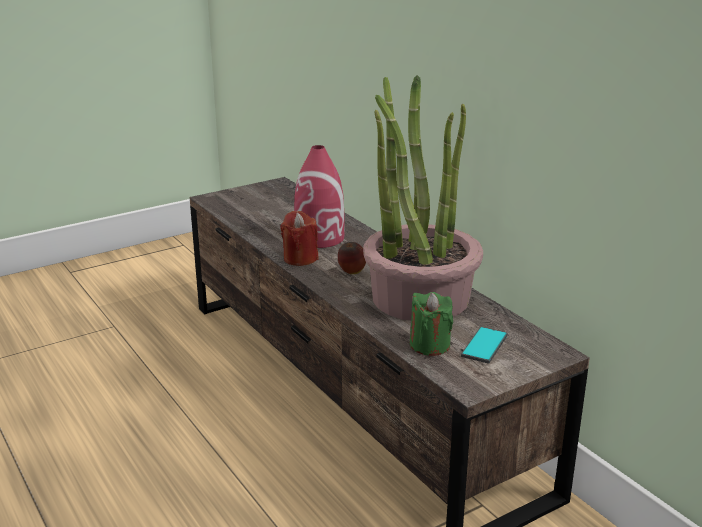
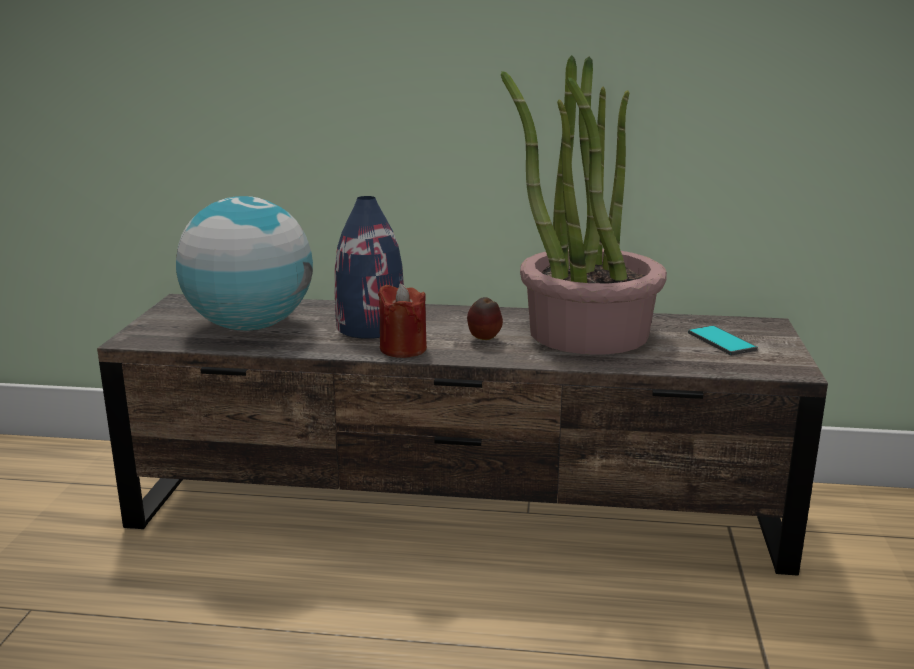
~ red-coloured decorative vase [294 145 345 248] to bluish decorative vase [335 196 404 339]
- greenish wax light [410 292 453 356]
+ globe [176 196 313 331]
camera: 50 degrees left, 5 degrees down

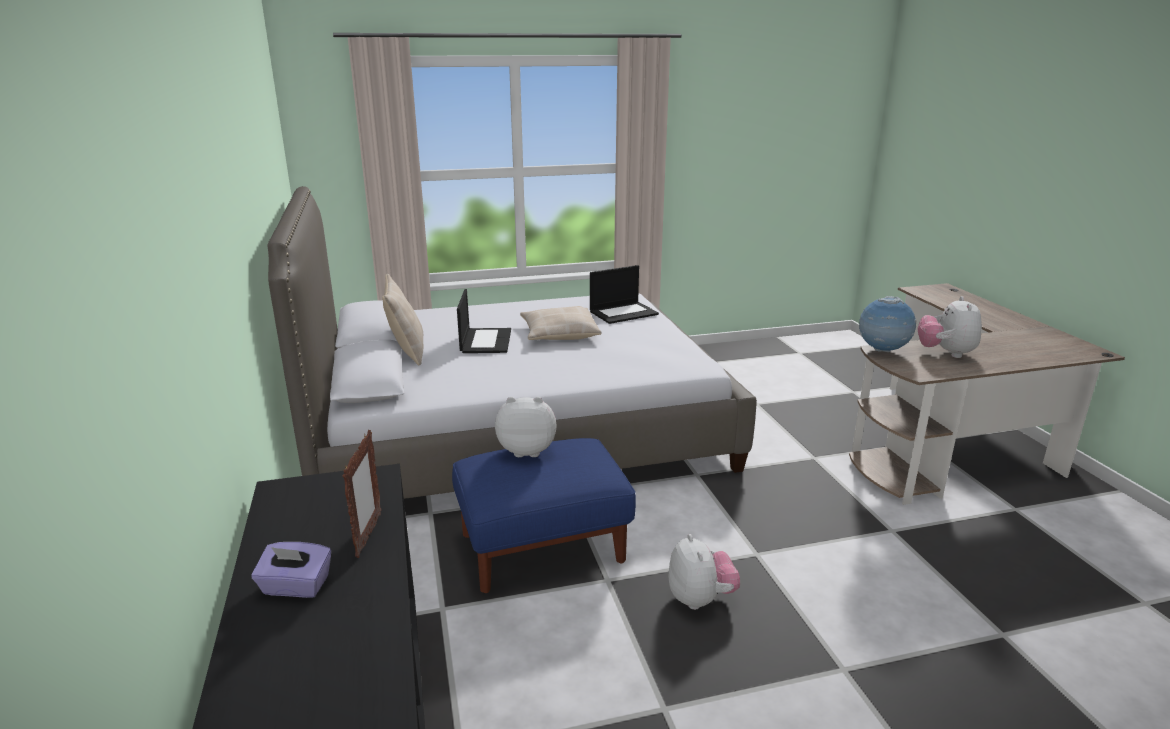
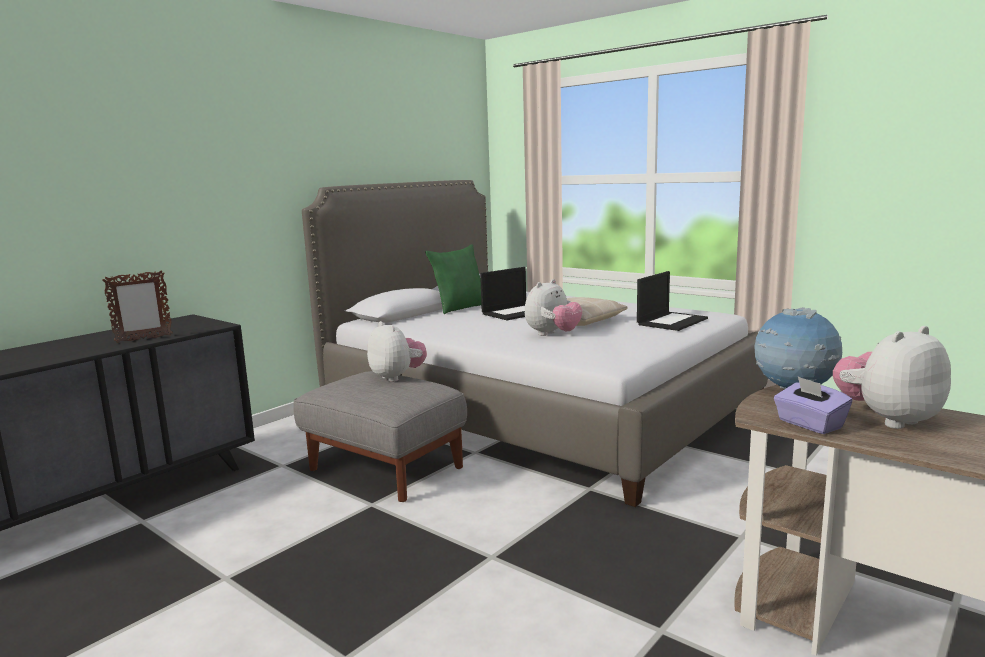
~ laptop [590 265 659 324] = [637 271 708 331] 75 degrees counterclockwise
~ sand-coloured throw pillow [382 274 423 366] to greenish throw pillow [425 244 481 314]
~ bluish ottoman [452 438 636 593] to greyish ottoman [293 371 467 502]
~ plush toy [669 534 740 610] to [525 279 583 336]
~ purplish box of tissues [251 542 331 598] to [774 376 853 434]
camera: 55 degrees right, 10 degrees down

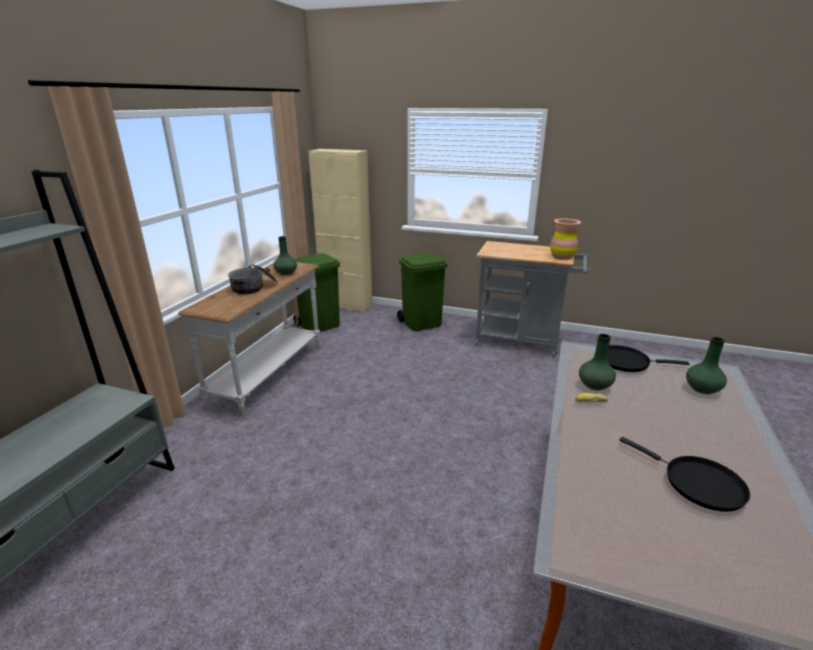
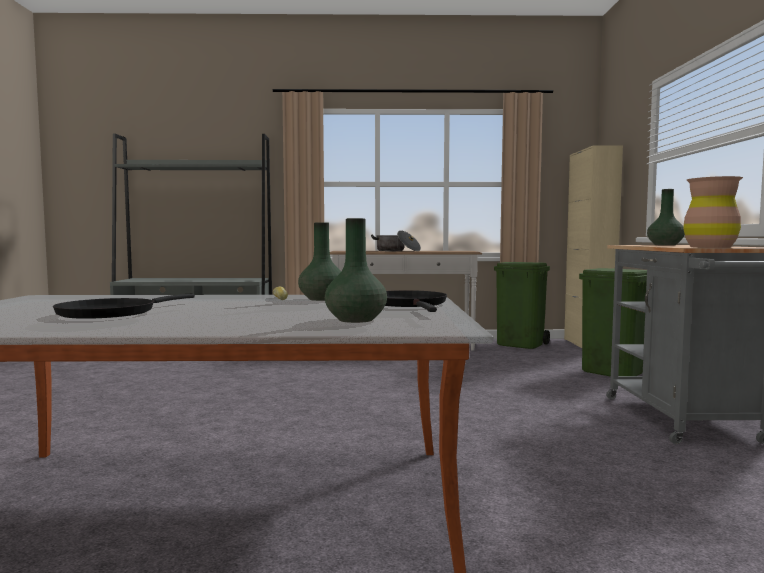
~ greenish decorative vase [274 236 297 275] to [647 189 685 245]
camera: 70 degrees right, 20 degrees down

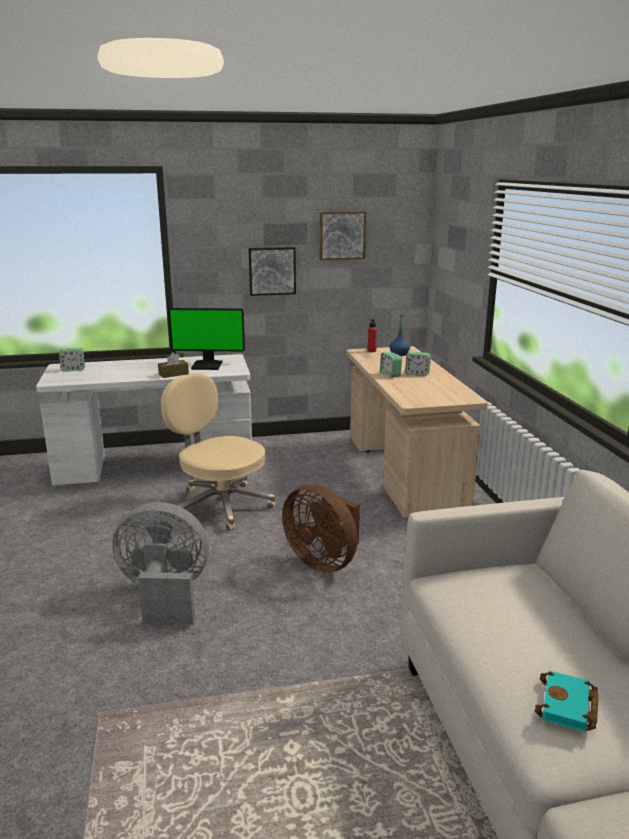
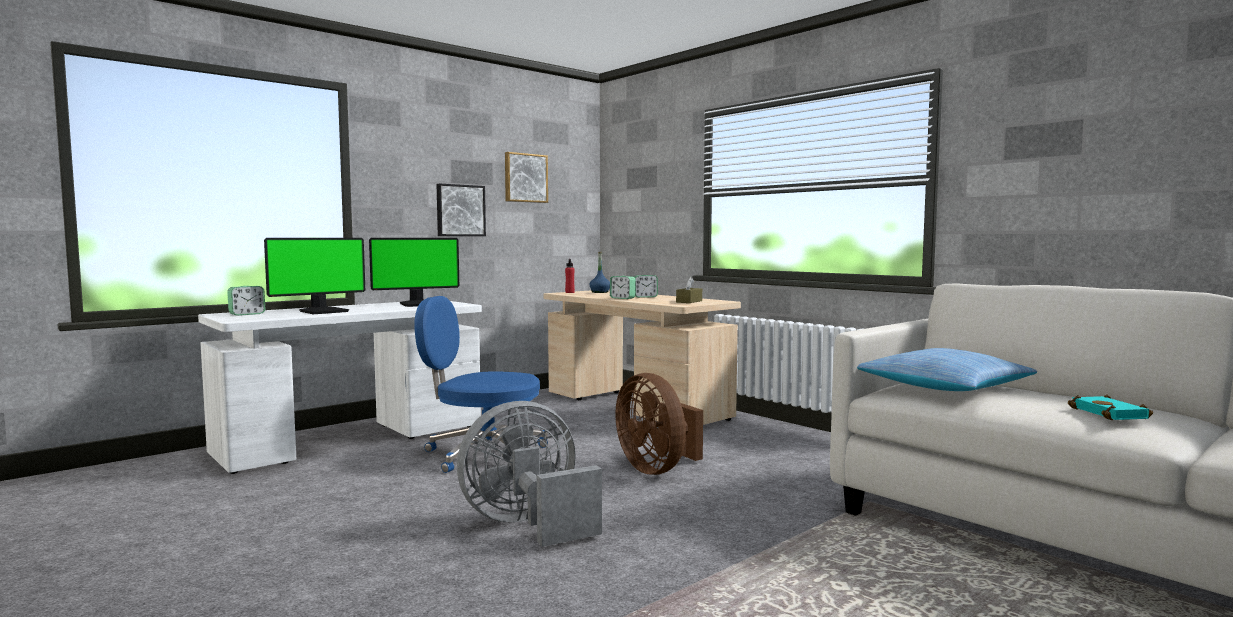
~ brownish box of tissues [158 352 189 378] to [676 277 702 303]
~ sand-coloured desk chair [161 373 275 531] to bluish desk chair [414 296 548 473]
~ brownish cooling fan [282 484 360 573] = [615 373 703 475] 45 degrees clockwise
+ monitor [264 238 365 314]
+ throw pillow [857 348 1037 391]
camera: 30 degrees left, 15 degrees down

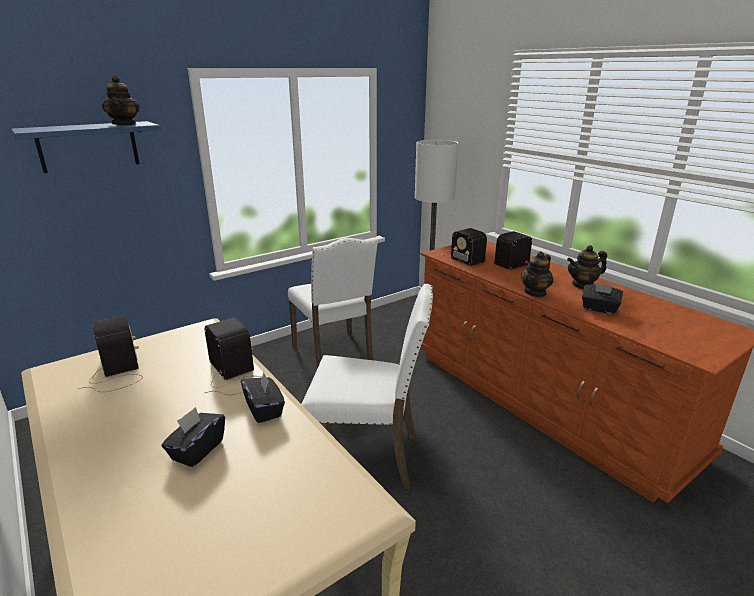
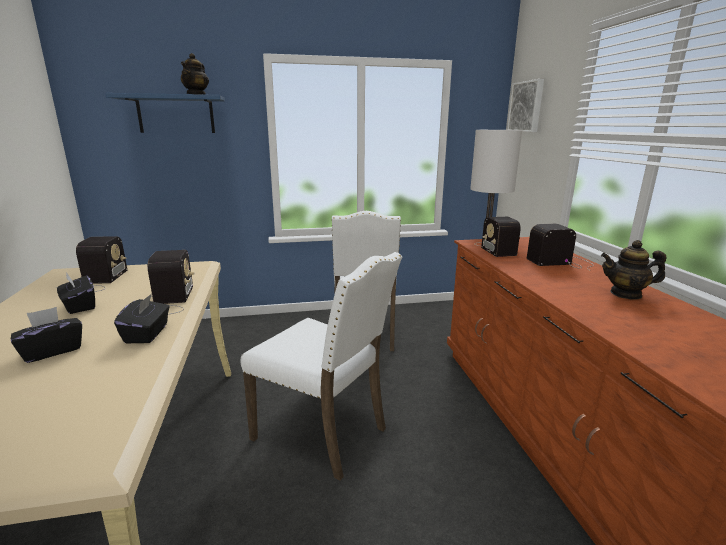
- tea pot [521 251 554 297]
~ blackish box of tissues [582 283 623 314] to [57 272 95 314]
+ picture [507 79 544 132]
camera: 25 degrees right, 5 degrees down

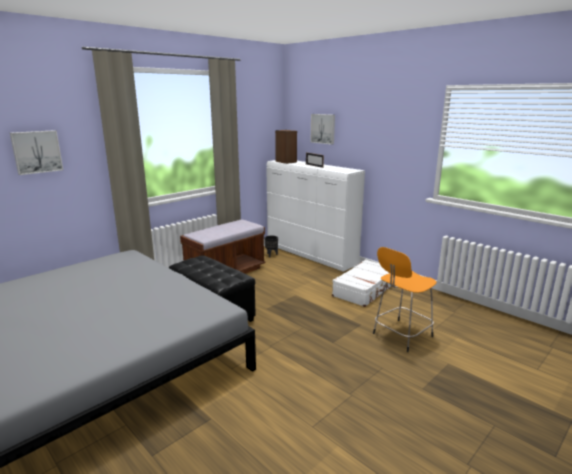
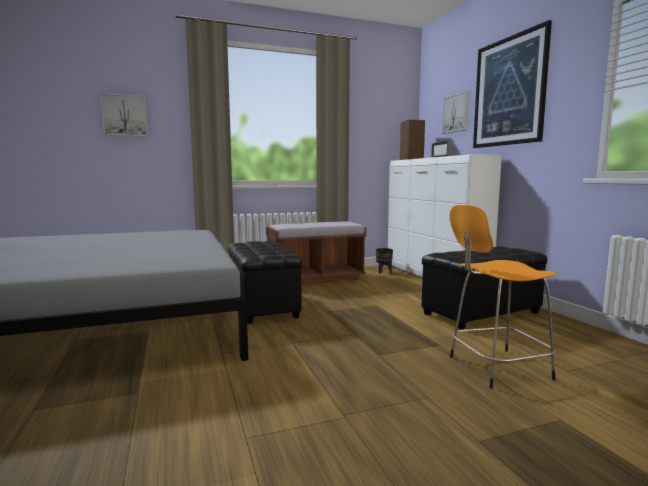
~ white-coloured piece of luggage [332 259 391 307] to blackish ottoman [422 246 547 330]
+ picture [473 20 552 148]
camera: 25 degrees right, 10 degrees down

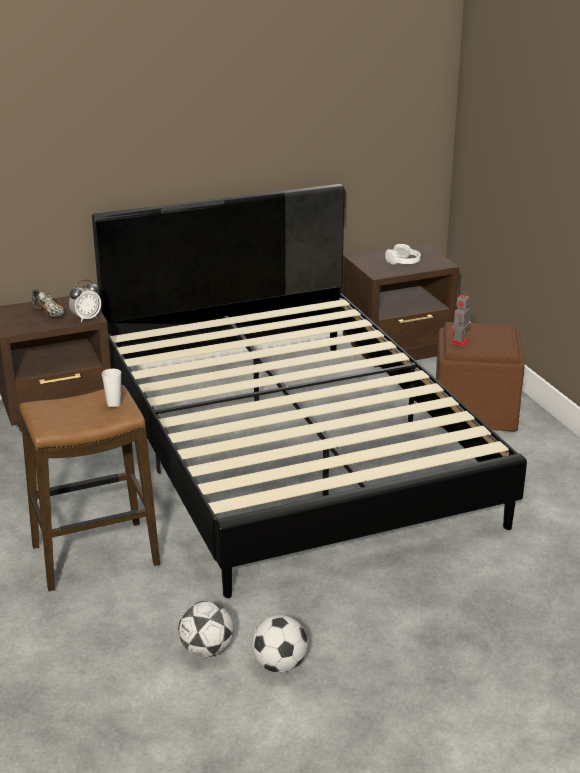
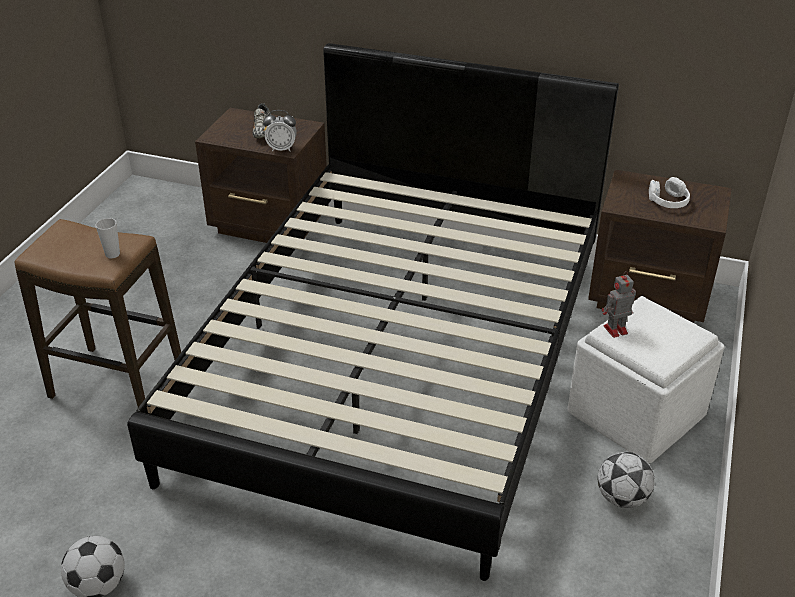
~ brownish ottoman [436 322 525 432] to white-coloured ottoman [568 296 725 463]
~ ball for football [178 601 234 657] to [598 452 655 508]
camera: 40 degrees right, 10 degrees up

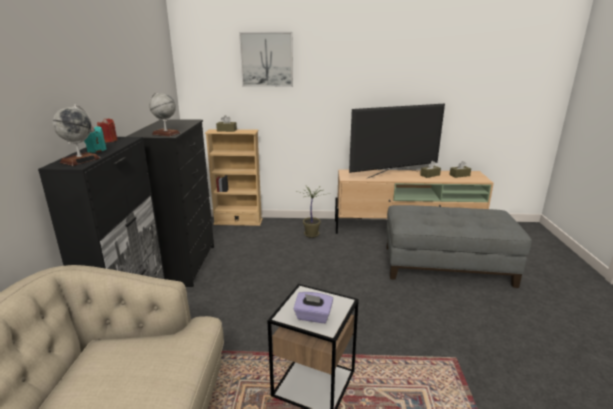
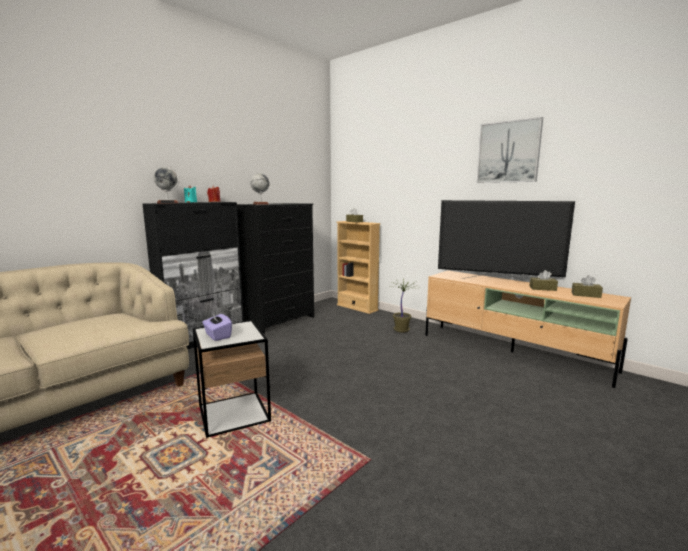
~ picture [239 32 293 87] to [477 117 543 183]
- greyish ottoman [386 205 532 288]
camera: 40 degrees right, 10 degrees down

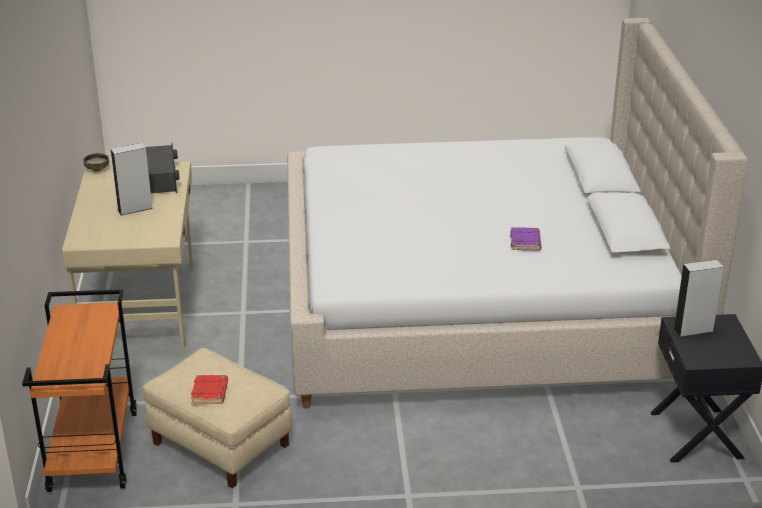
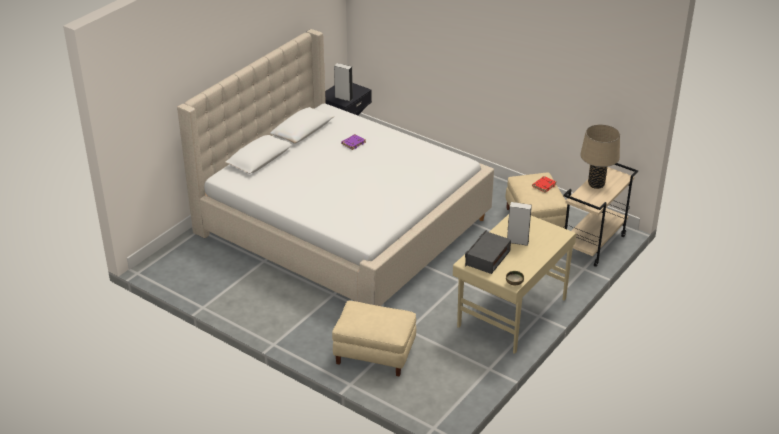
~ orange wheeled cart [22 289 137 492] to sand-coloured wheeled cart [563 163 638 267]
+ sand-coloured lamp for a table [580 124 620 189]
+ sand-coloured ottoman [332 301 416 377]
camera: 140 degrees left, 5 degrees up

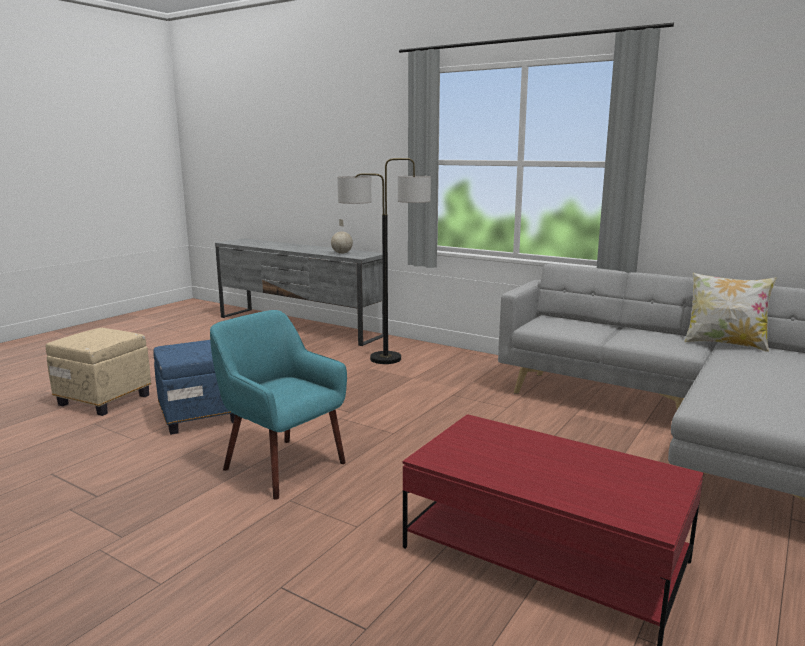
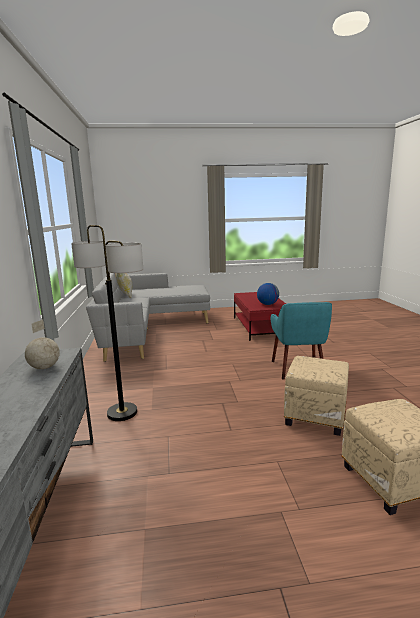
~ bluish ottoman [153 340 235 435] to sand-coloured ottoman [284 356 349 436]
+ globe [257 283 279 305]
camera: 130 degrees left, 0 degrees up

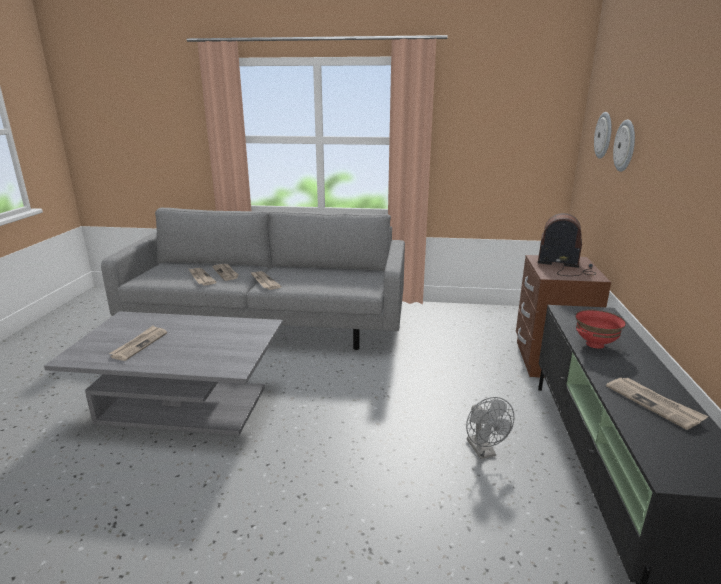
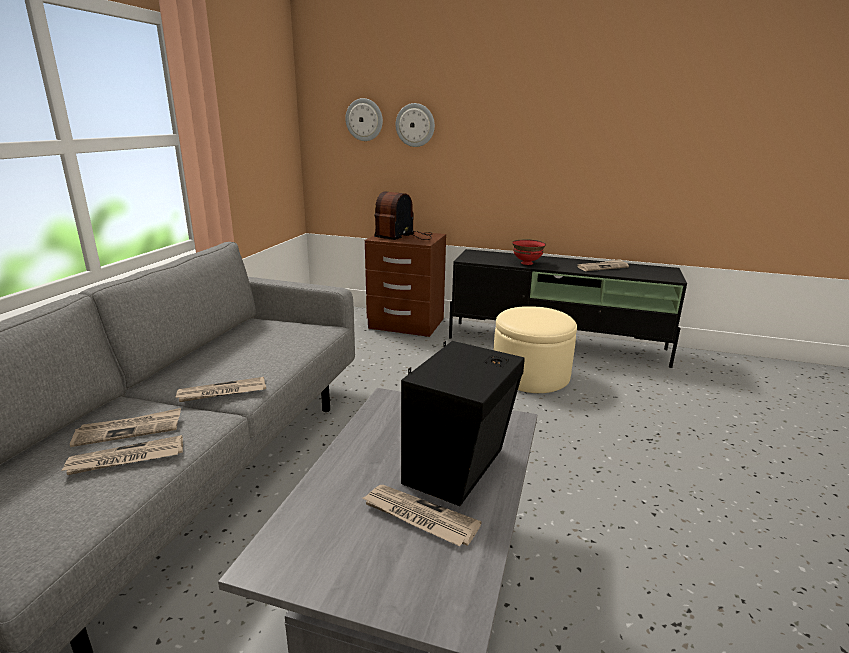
~ greyish cooling fan [466 397 514 459] to sand-coloured ottoman [494 306 577 393]
+ blackish loudspeaker [401 341 525 506]
camera: 80 degrees left, 0 degrees up

